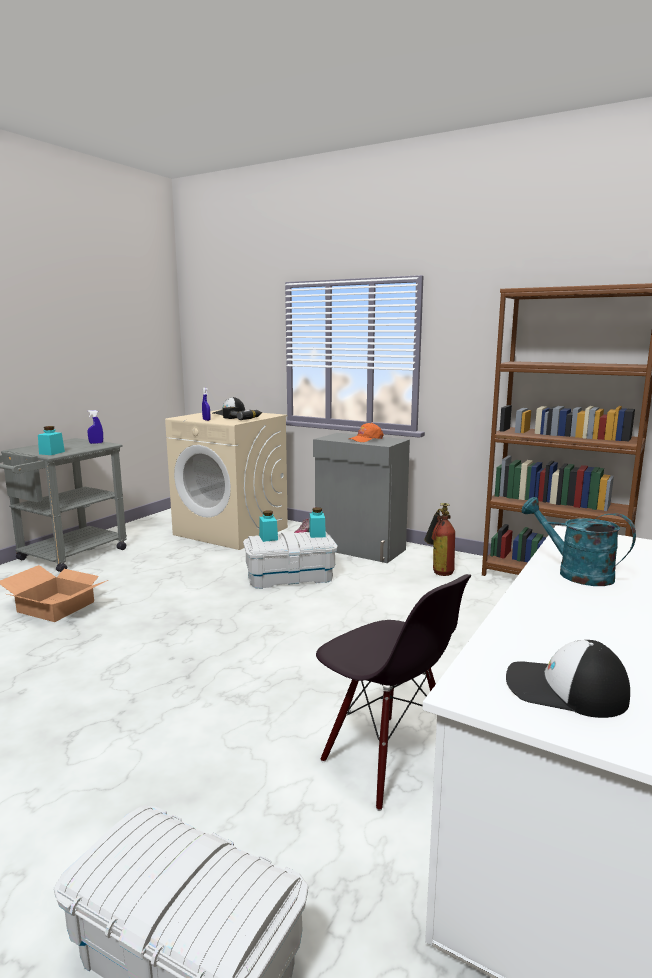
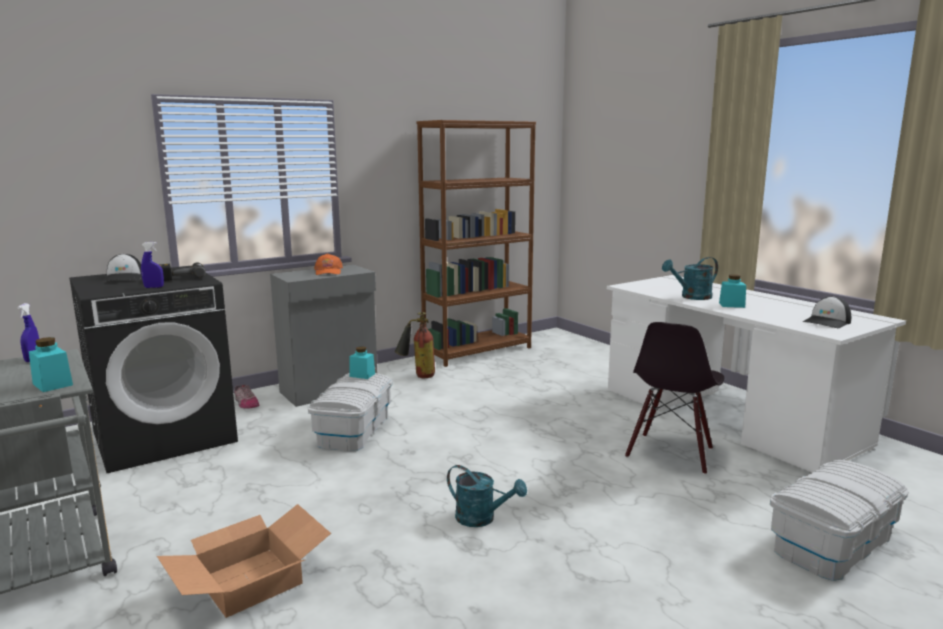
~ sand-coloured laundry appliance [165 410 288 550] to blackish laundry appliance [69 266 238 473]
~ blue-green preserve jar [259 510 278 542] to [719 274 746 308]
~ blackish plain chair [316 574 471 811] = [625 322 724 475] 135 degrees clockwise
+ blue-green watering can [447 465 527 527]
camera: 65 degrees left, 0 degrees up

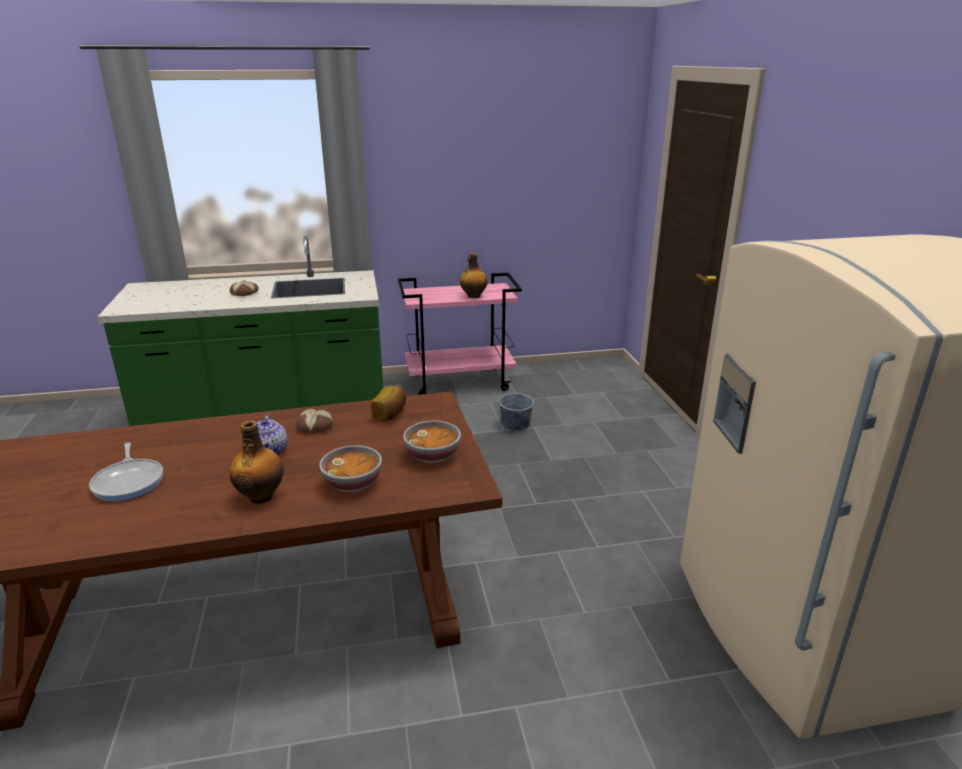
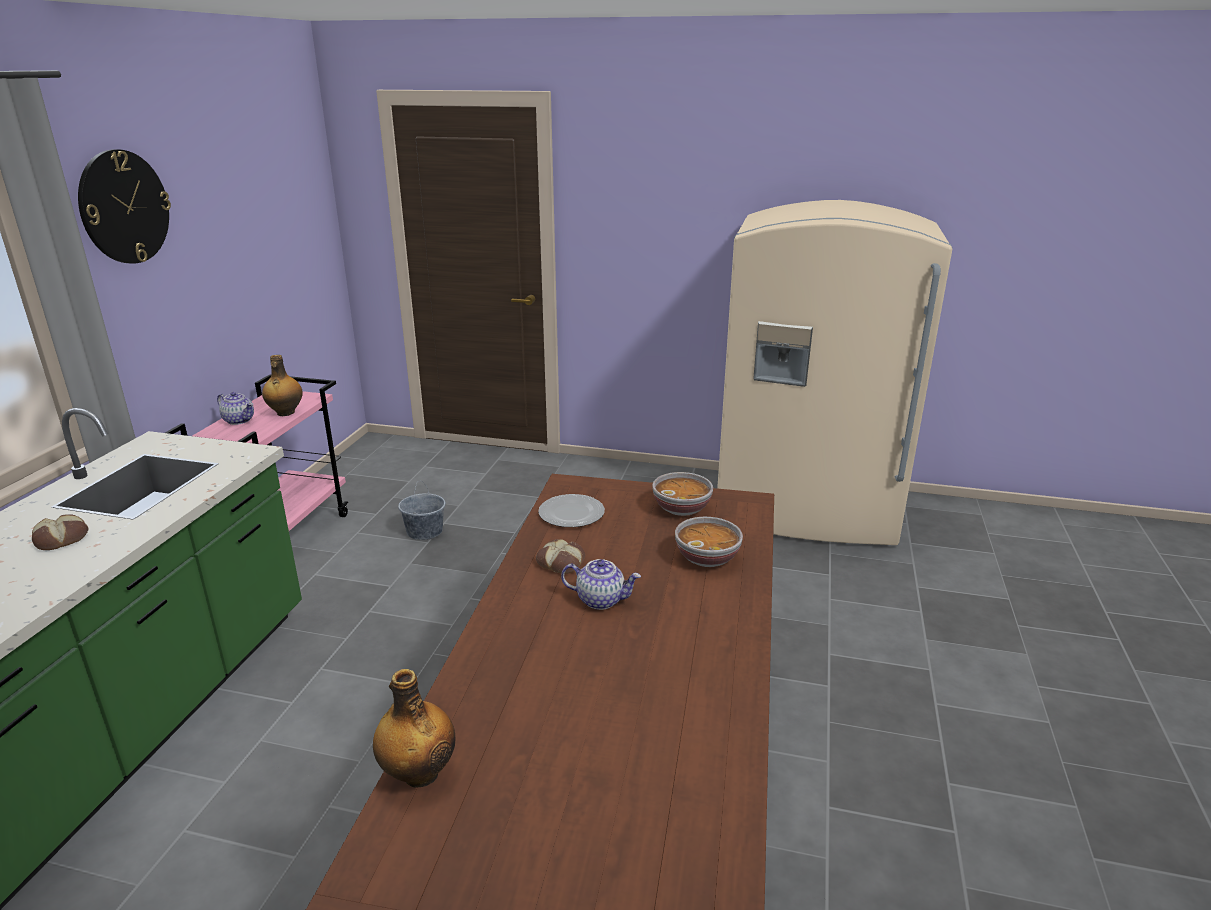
~ bread [371 386 406 421] to dinner plate [538 494 605 527]
~ beverage bottle [229 421 284 504] to [373 669 455 788]
- skillet [89 442 163 501]
+ wall clock [78 149 171 264]
+ tea pot [217 392 254 425]
camera: 65 degrees left, 0 degrees up

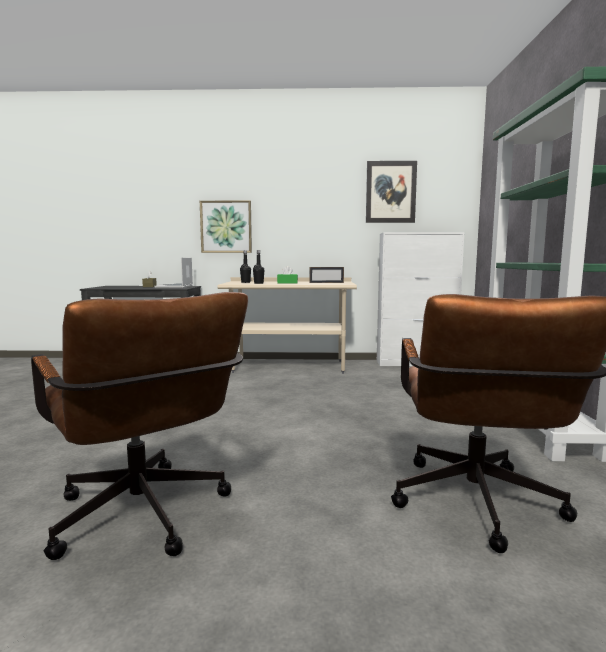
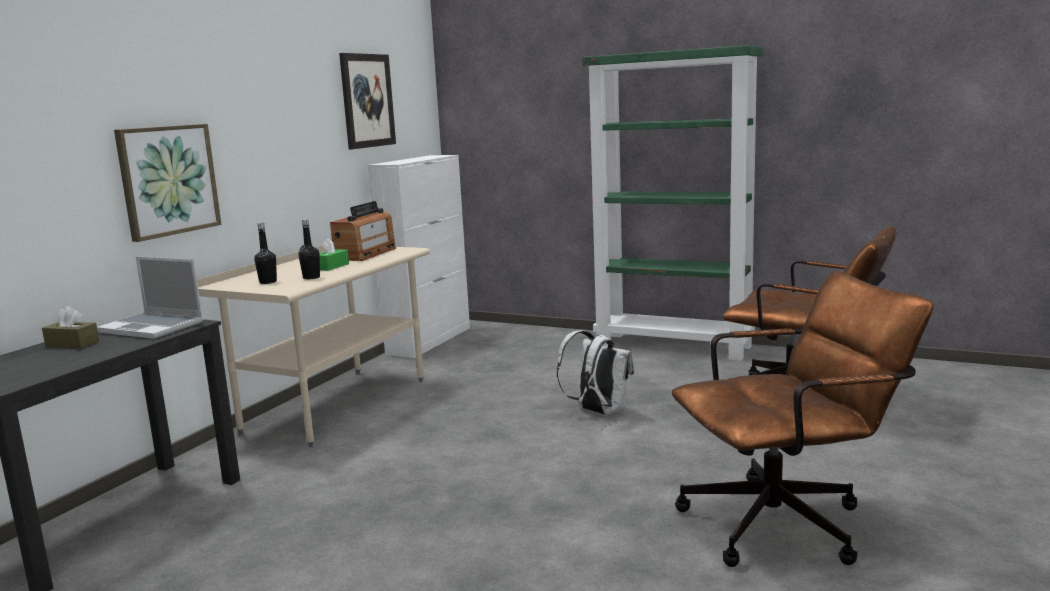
~ photo frame [310 267 344 283] to radio receiver [330 201 396 261]
+ white-coloured knapsack [556 330 634 415]
camera: 65 degrees left, 5 degrees up

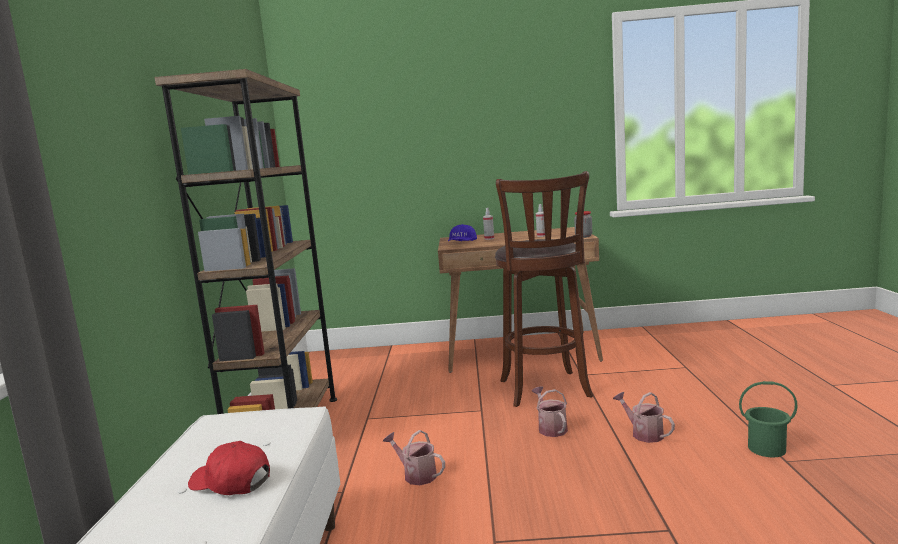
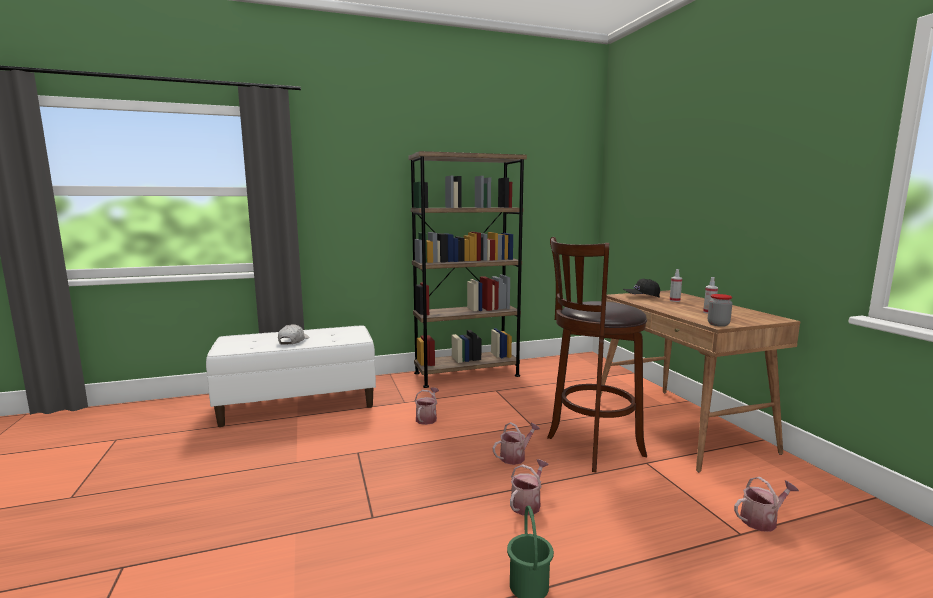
~ bluish cap [448 224 477 241] to blackish cap [623 279 660 298]
~ red-coloured cap [188 441 270 495] to white-coloured cap [278 324 309 344]
+ watering can [734 477 799 532]
camera: 70 degrees right, 0 degrees up

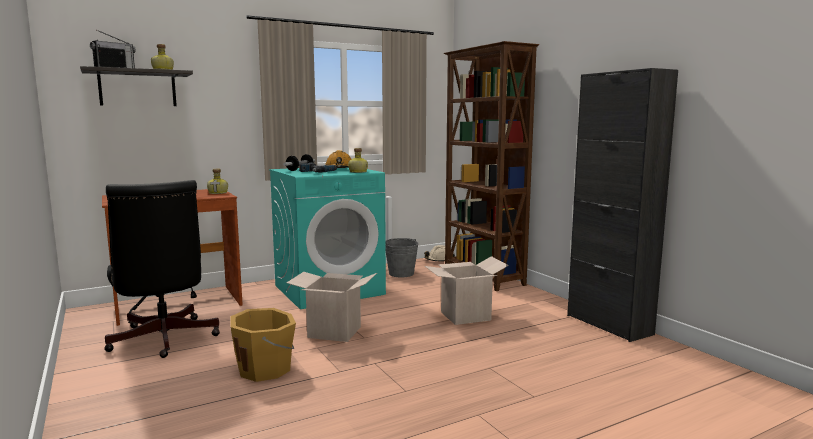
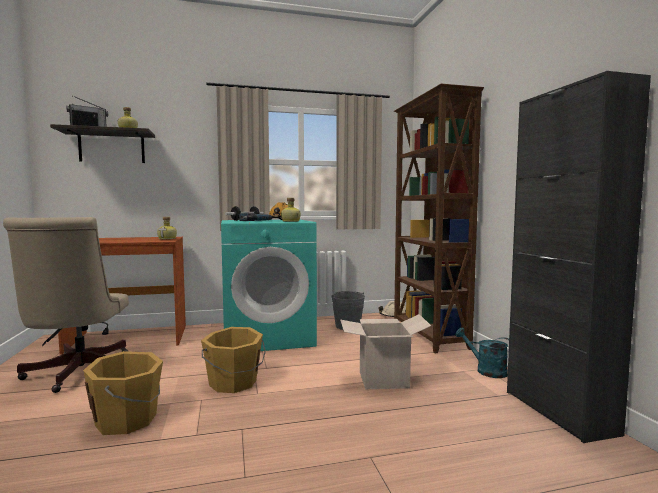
~ blackish desk chair [104 180 220 358] to sand-coloured desk chair [3 217 129 393]
~ packing box [287 272 377 342] to orange water bucket [201 327 266 393]
+ blue-green watering can [455 328 509 378]
camera: 15 degrees right, 5 degrees down

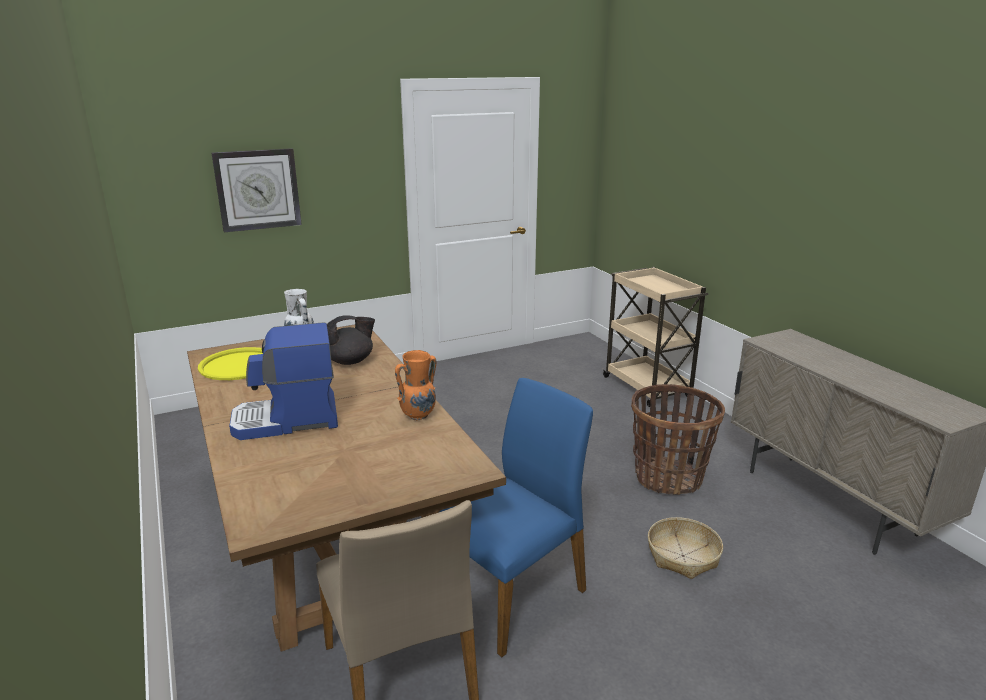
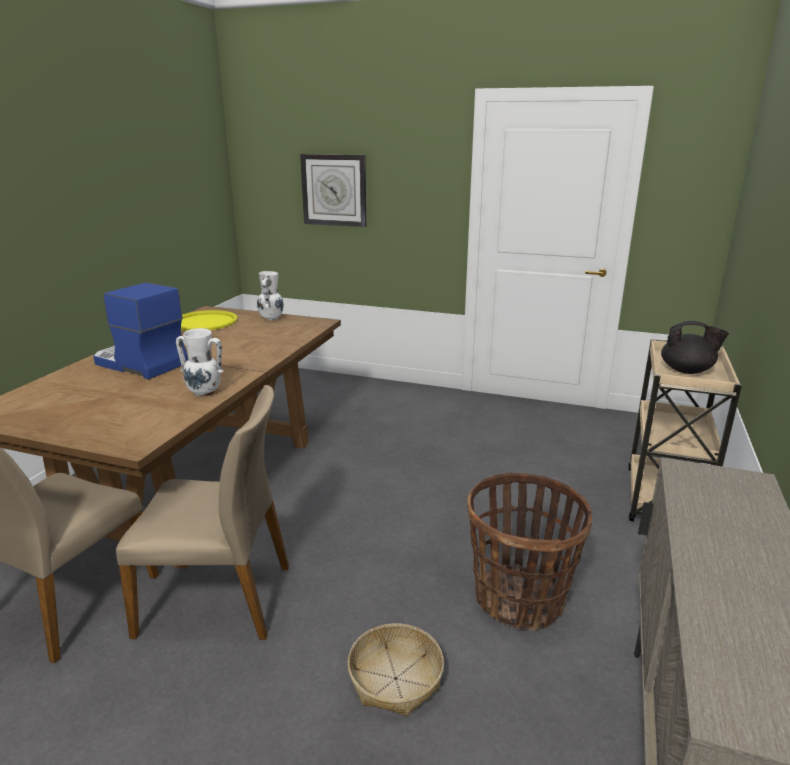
~ blackish tea pot [327 315 375 365] to [661 321 729 374]
~ orange decorative vase [395 350 436 420] to white-coloured decorative vase [176 328 224 397]
~ bluish plain chair [440 378 593 657] to sand-coloured plain chair [116 385 289 640]
camera: 45 degrees right, 0 degrees up

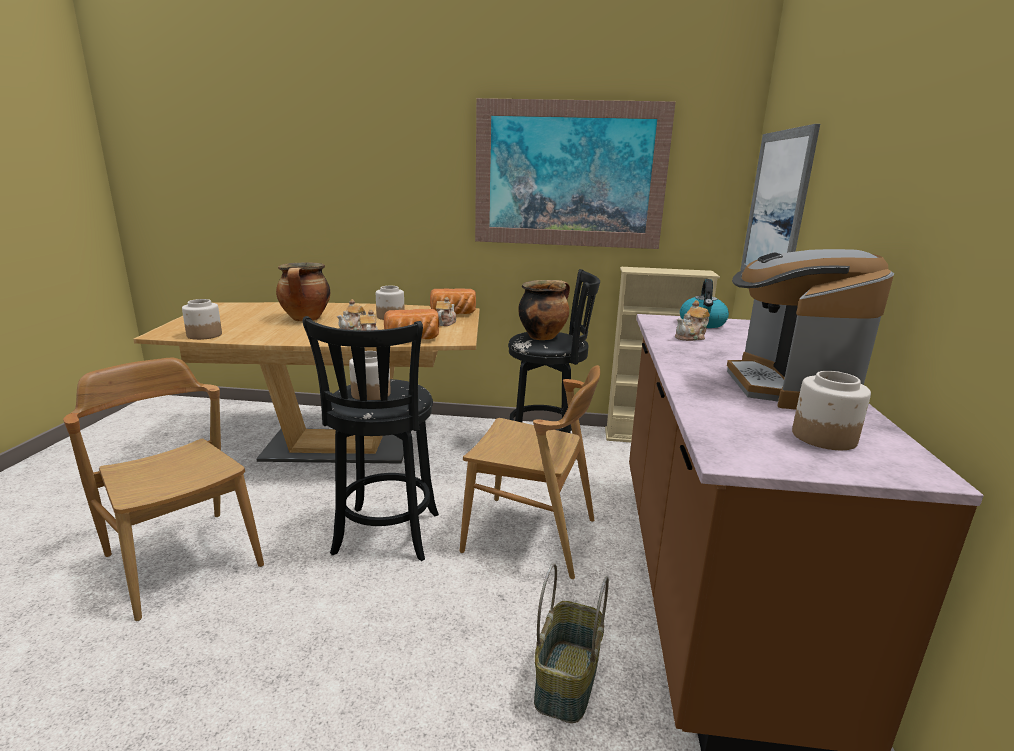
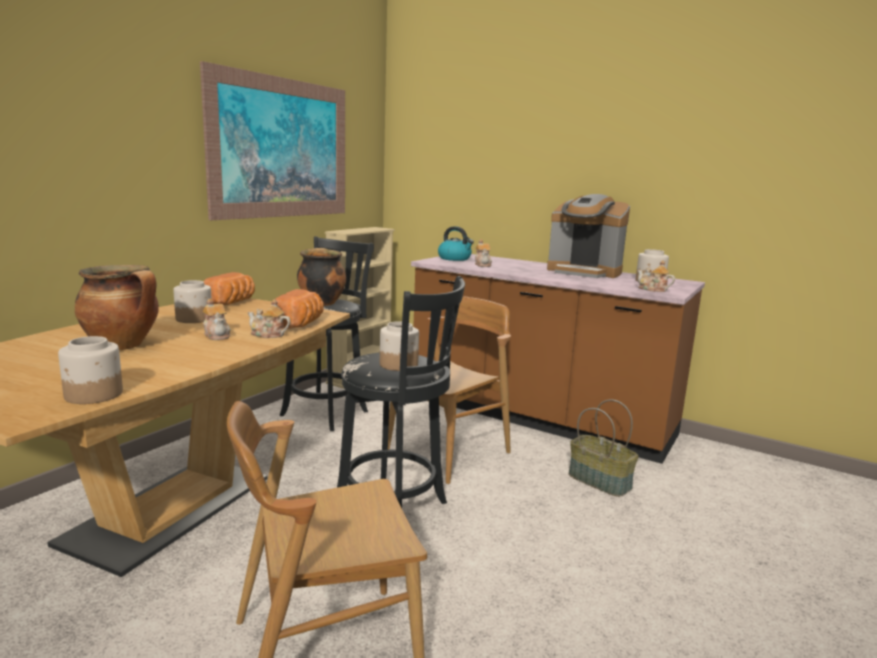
- picture [741 124 820 270]
~ tea pot [436 297 456 326] to [637 260 675 292]
camera: 65 degrees left, 5 degrees down

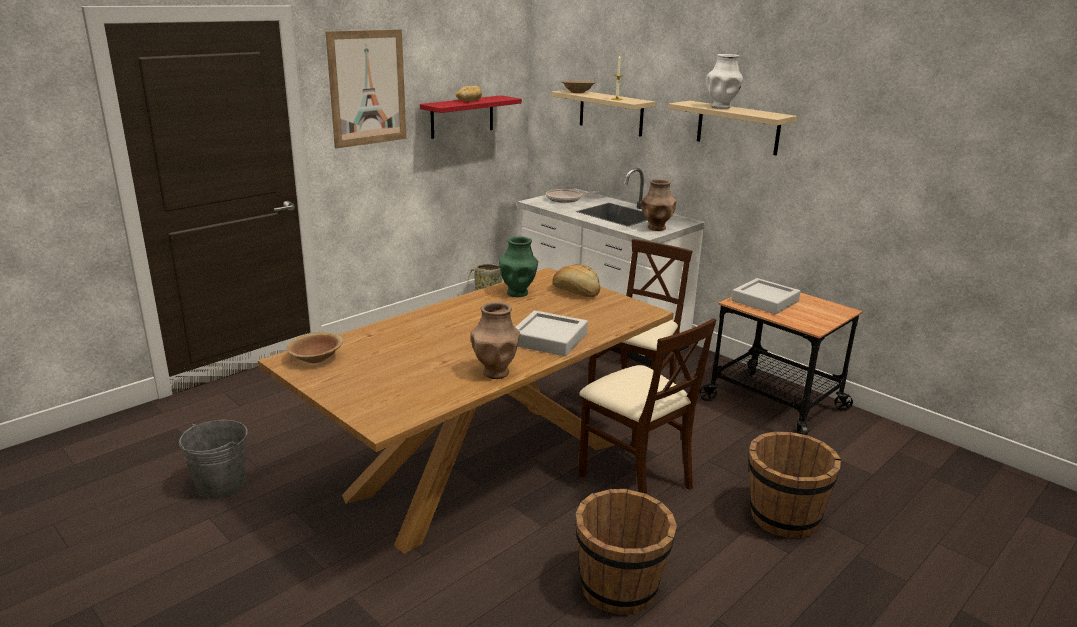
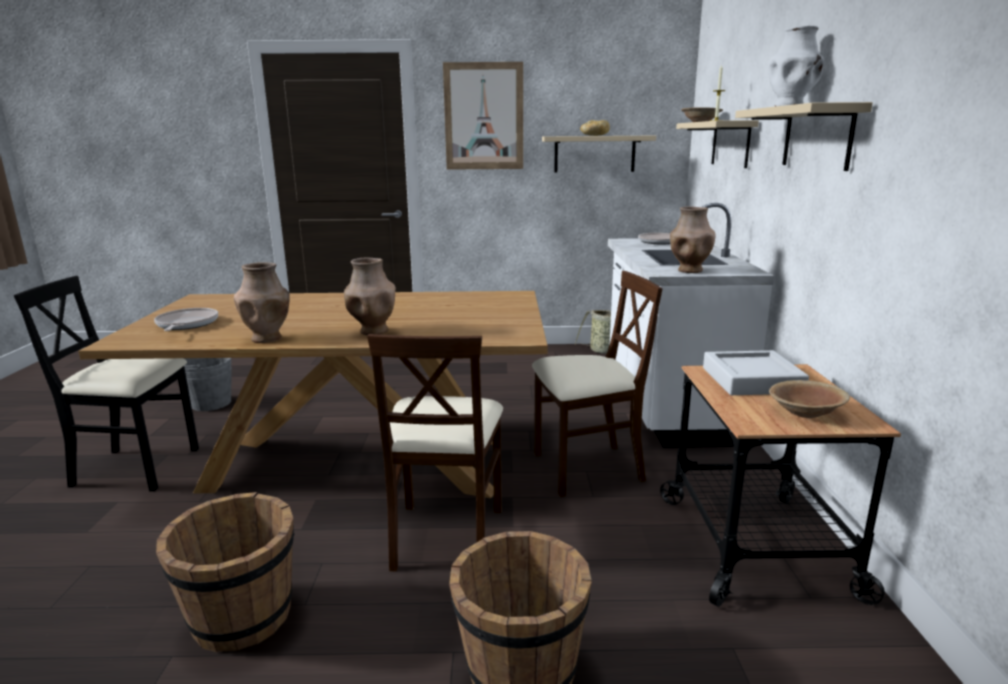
~ red-coloured shelf [420 95 522 139] to sand-coloured shelf [542 135 656 172]
- greenish decorative vase [499 236 538 297]
- bread [553 264 600 297]
~ greyish carrying tray [515 310 588 356] to brownish decorative vase [344 258 396 335]
~ brownish deep dish [286 332 343 363] to [769 380 850 418]
+ blackish plain chair [14 276 199 492]
+ skillet [154 308 218 331]
camera: 45 degrees right, 5 degrees down

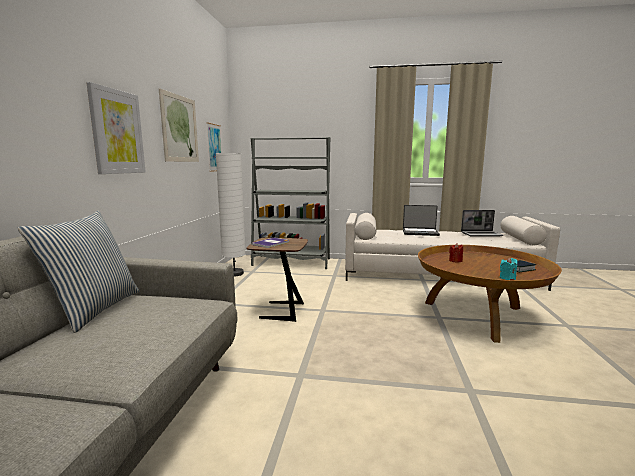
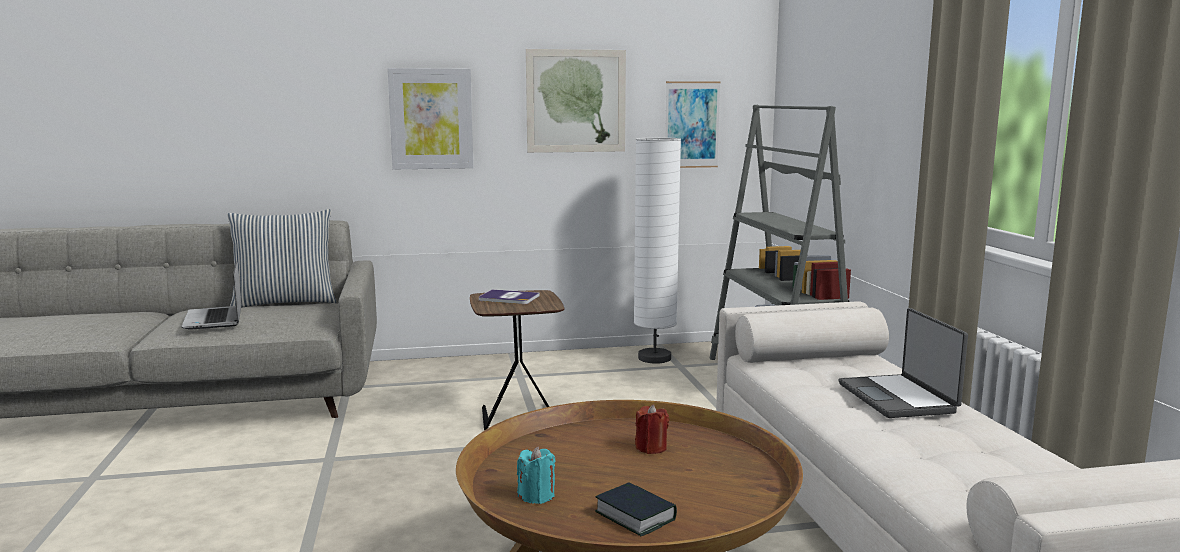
~ laptop [461 210 504 236] to [181 261 242 330]
camera: 70 degrees right, 0 degrees up

